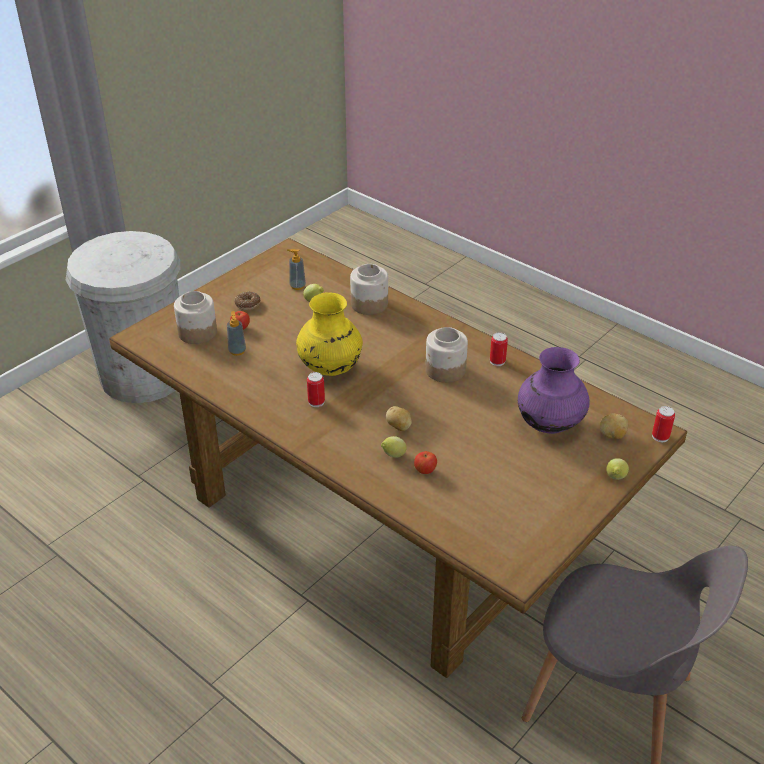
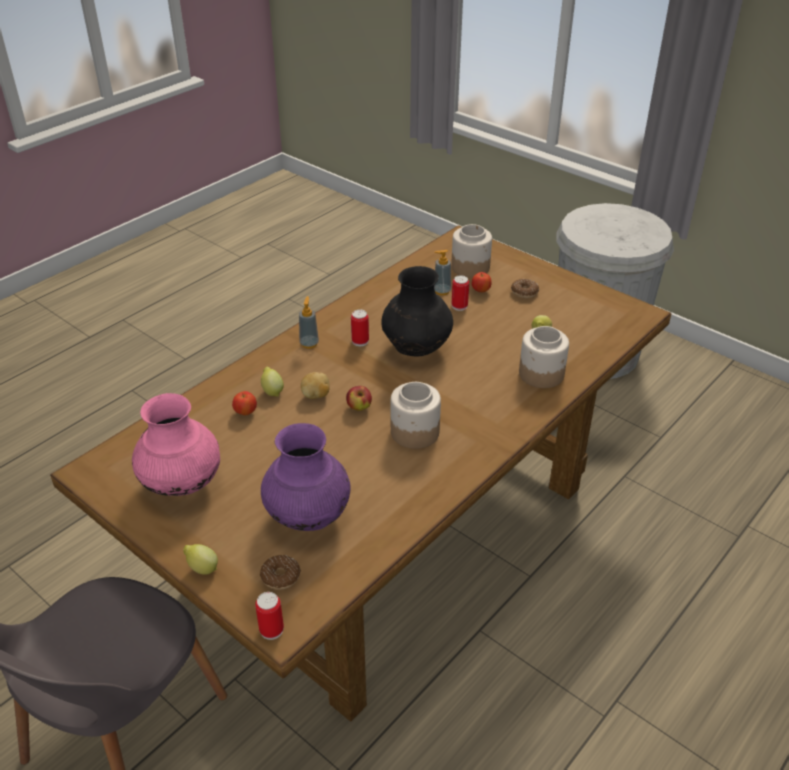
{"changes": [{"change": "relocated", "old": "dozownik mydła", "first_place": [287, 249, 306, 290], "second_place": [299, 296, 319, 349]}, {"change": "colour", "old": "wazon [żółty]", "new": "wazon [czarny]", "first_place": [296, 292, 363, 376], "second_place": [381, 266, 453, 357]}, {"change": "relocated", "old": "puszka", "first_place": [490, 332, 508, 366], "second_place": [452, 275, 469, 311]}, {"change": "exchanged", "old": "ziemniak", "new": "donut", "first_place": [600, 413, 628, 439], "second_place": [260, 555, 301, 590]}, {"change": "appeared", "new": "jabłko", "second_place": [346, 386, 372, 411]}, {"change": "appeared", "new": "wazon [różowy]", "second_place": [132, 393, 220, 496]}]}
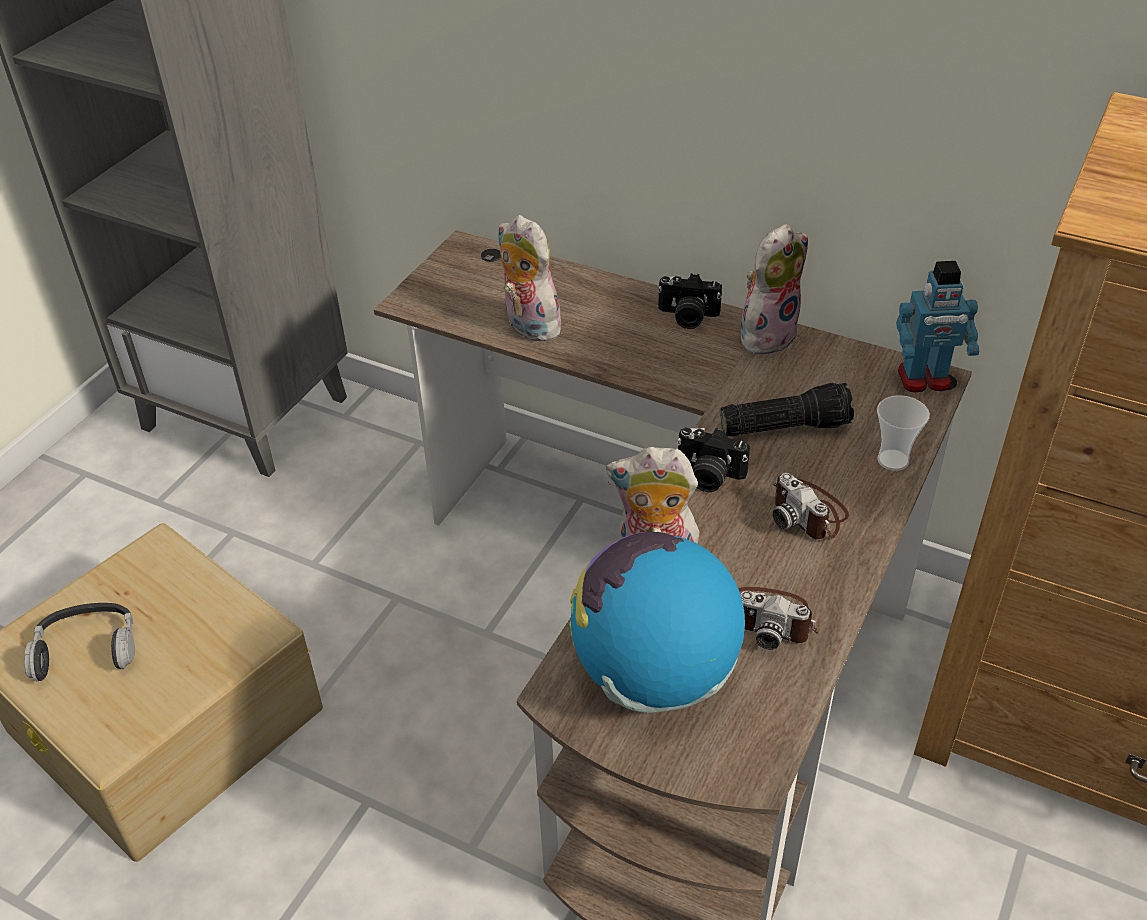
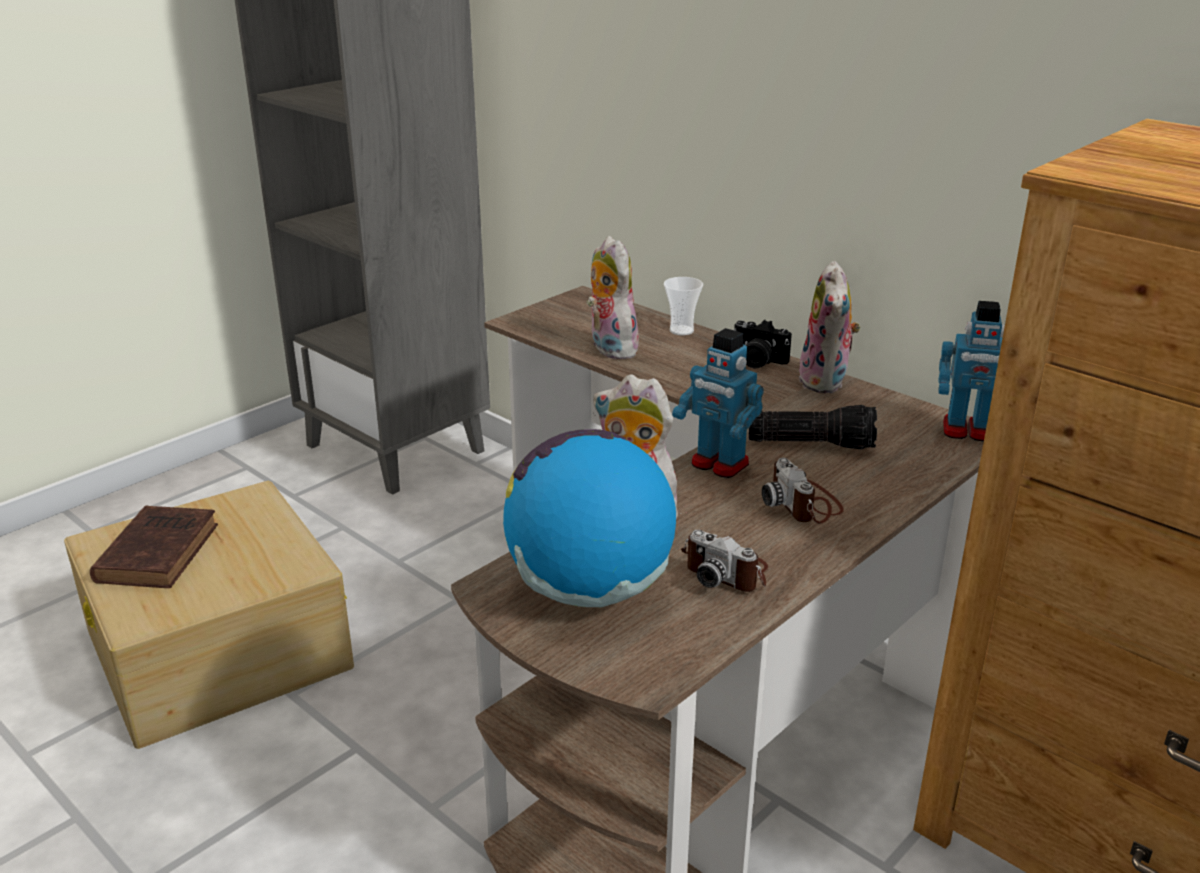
{"changes": [{"change": "spun", "old": "pluszak", "first_place": [740, 224, 808, 354], "second_place": [797, 261, 861, 393], "degrees": 120}, {"change": "relocated", "old": "filiżanka", "first_place": [877, 395, 930, 471], "second_place": [664, 277, 703, 335]}, {"change": "exchanged", "old": "aparat fotograficzny", "new": "robot zabawkowy", "first_place": [676, 427, 750, 492], "second_place": [672, 328, 764, 478]}, {"change": "exchanged", "old": "słuchawki", "new": "książka [brązowy]", "first_place": [24, 603, 135, 681], "second_place": [90, 505, 218, 588]}]}
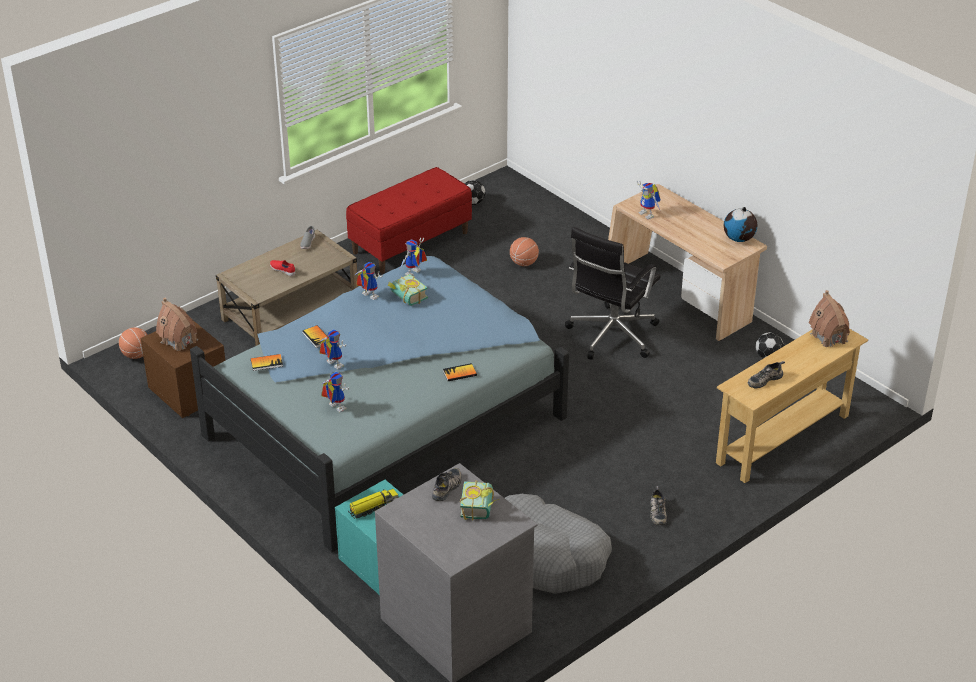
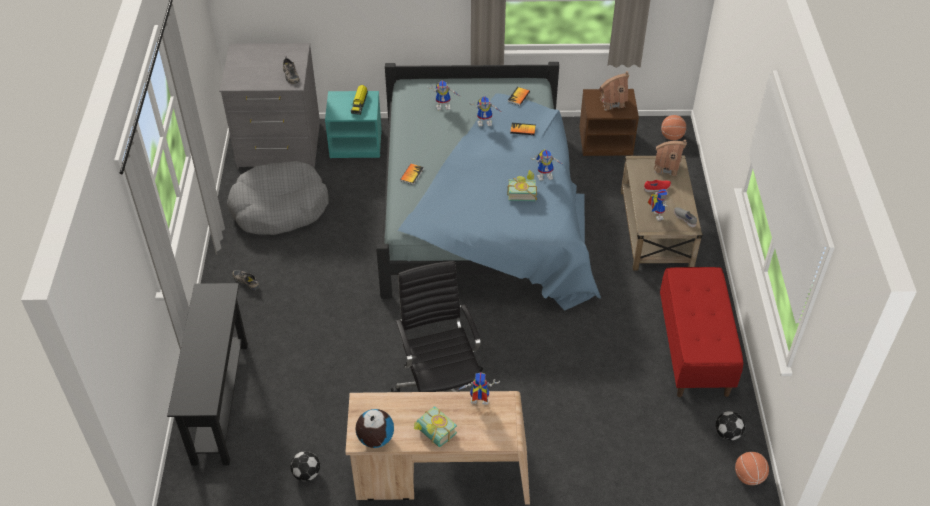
{"changes": [{"change": "relocated", "old": "piłka do koszykówki", "first_place": [510, 237, 539, 266], "second_place": [735, 452, 769, 485]}, {"change": "relocated", "old": "robot zabawkowy", "first_place": [399, 238, 427, 276], "second_place": [648, 189, 668, 221]}, {"change": "relocated", "old": "domek", "first_place": [809, 290, 850, 347], "second_place": [654, 140, 687, 176]}, {"change": "colour", "old": "stolik konsolowy [beżowy]", "new": "stolik konsolowy [czarny]", "first_place": [716, 328, 868, 483], "second_place": [167, 283, 248, 466]}, {"change": "missing", "old": "but", "first_place": [748, 361, 785, 389]}, {"change": "relocated", "old": "książka", "first_place": [460, 480, 498, 520], "second_place": [414, 406, 457, 447]}]}
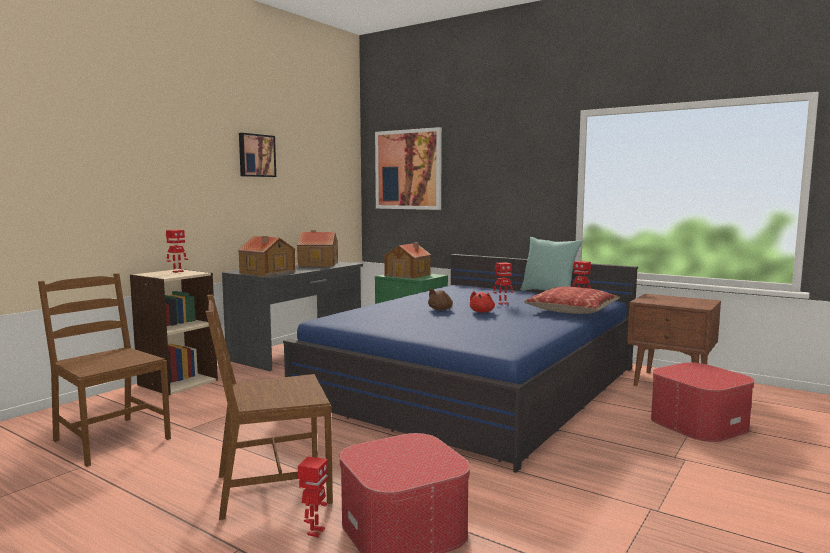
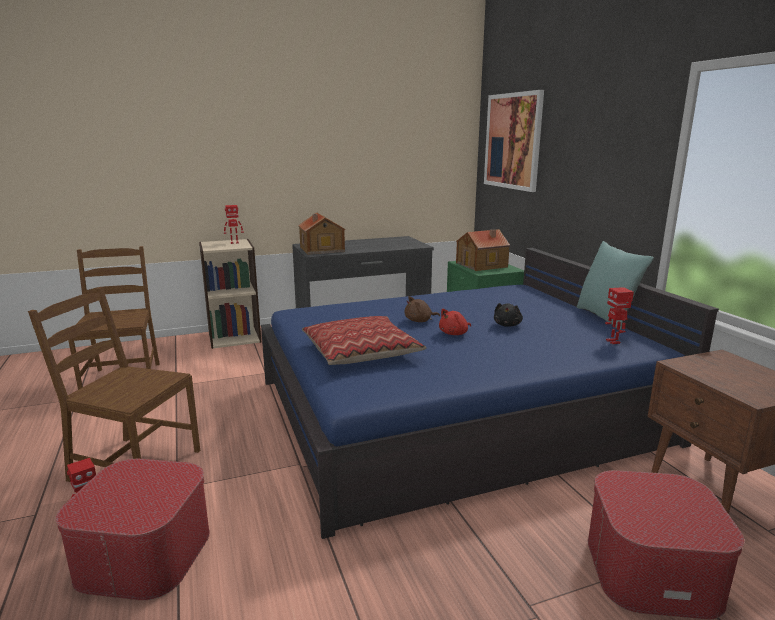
{"changes": [{"change": "missing", "old": "obraz", "first_place": [239, 133, 276, 177]}, {"change": "missing", "old": "domek", "first_place": [297, 230, 338, 266]}, {"change": "exchanged", "old": "robot zabawkowy", "new": "pluszak [czarny]", "first_place": [493, 262, 514, 305], "second_place": [494, 303, 523, 327]}, {"change": "relocated", "old": "poduszka", "first_place": [524, 287, 620, 314], "second_place": [302, 316, 427, 365]}]}
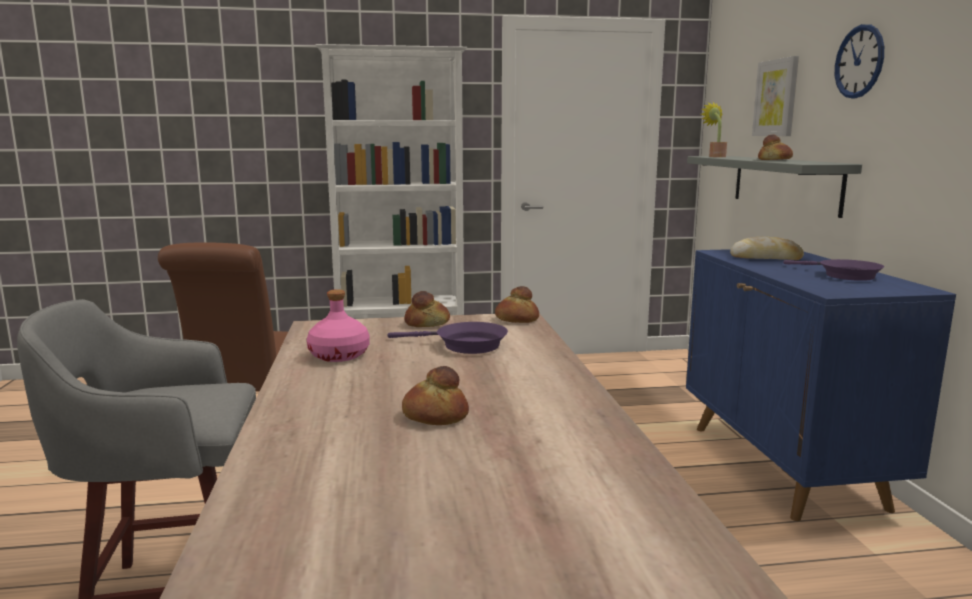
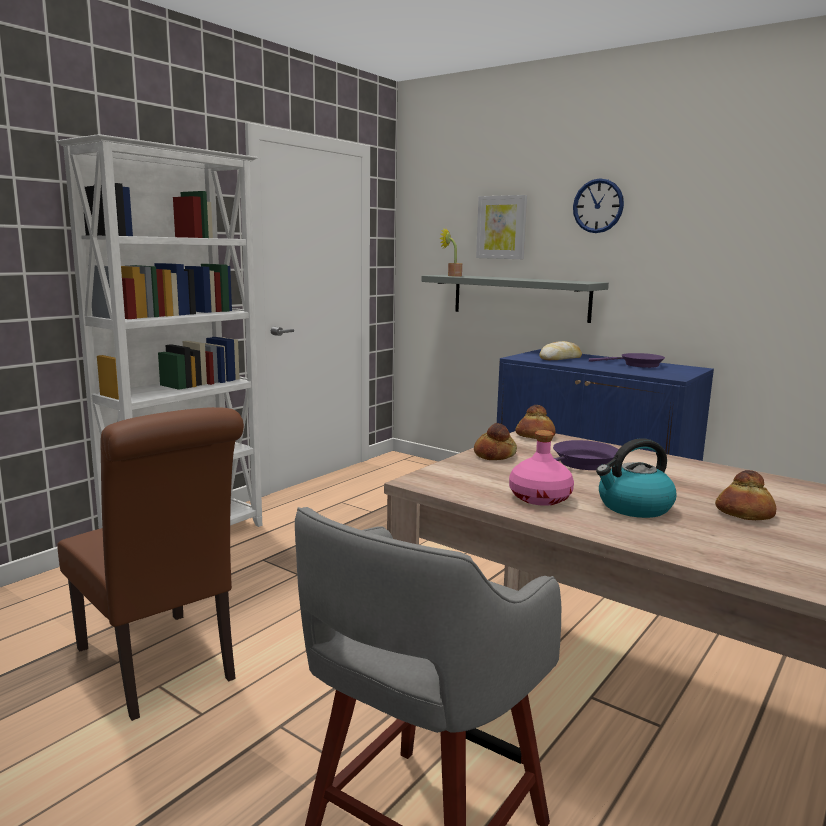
{"changes": [{"change": "missing", "old": "chleb", "first_place": [758, 135, 793, 160]}, {"change": "appeared", "new": "czajnik", "second_place": [596, 438, 676, 518]}]}
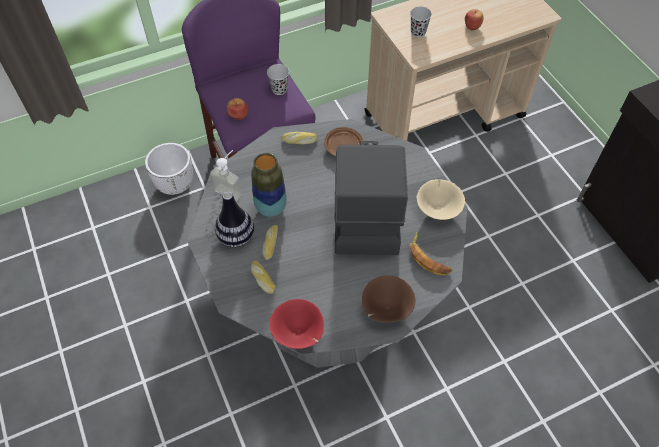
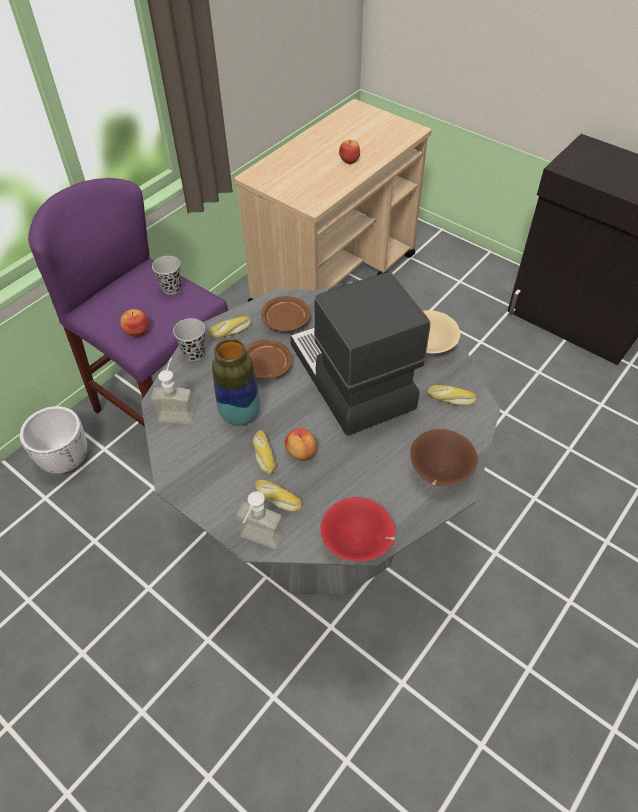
{"changes": [{"change": "relocated", "old": "filiżanka [czarny]", "first_place": [410, 6, 432, 37], "second_place": [173, 318, 205, 361]}, {"change": "missing", "old": "wazon", "first_place": [215, 191, 254, 247]}, {"change": "exchanged", "old": "banan", "new": "chleb", "first_place": [410, 232, 453, 275], "second_place": [427, 385, 477, 406]}, {"change": "appeared", "new": "talerz [brązowy]", "second_place": [246, 340, 292, 379]}, {"change": "appeared", "new": "jabłko", "second_place": [285, 428, 317, 460]}, {"change": "appeared", "new": "dozownik mydła", "second_place": [236, 491, 284, 550]}]}
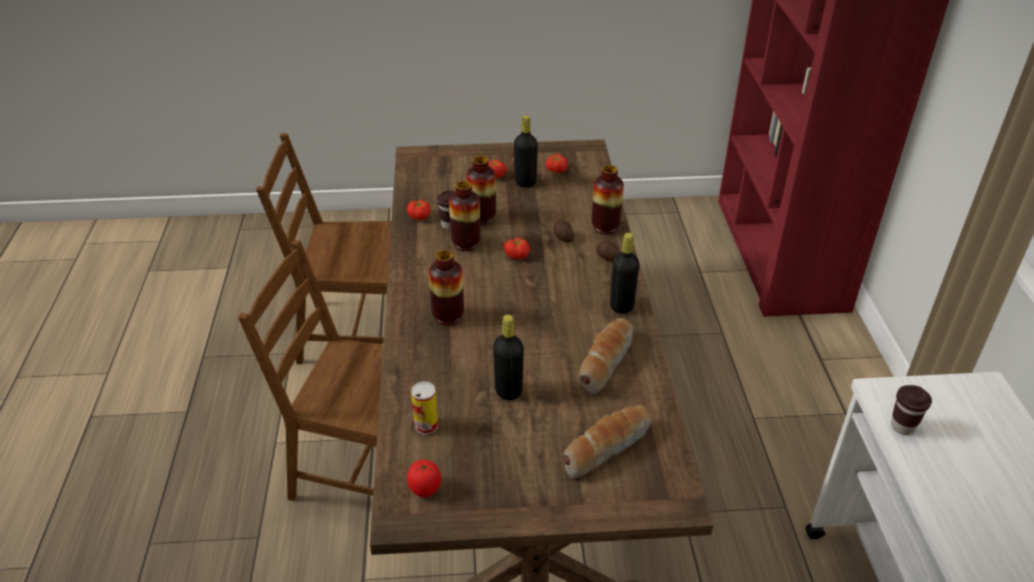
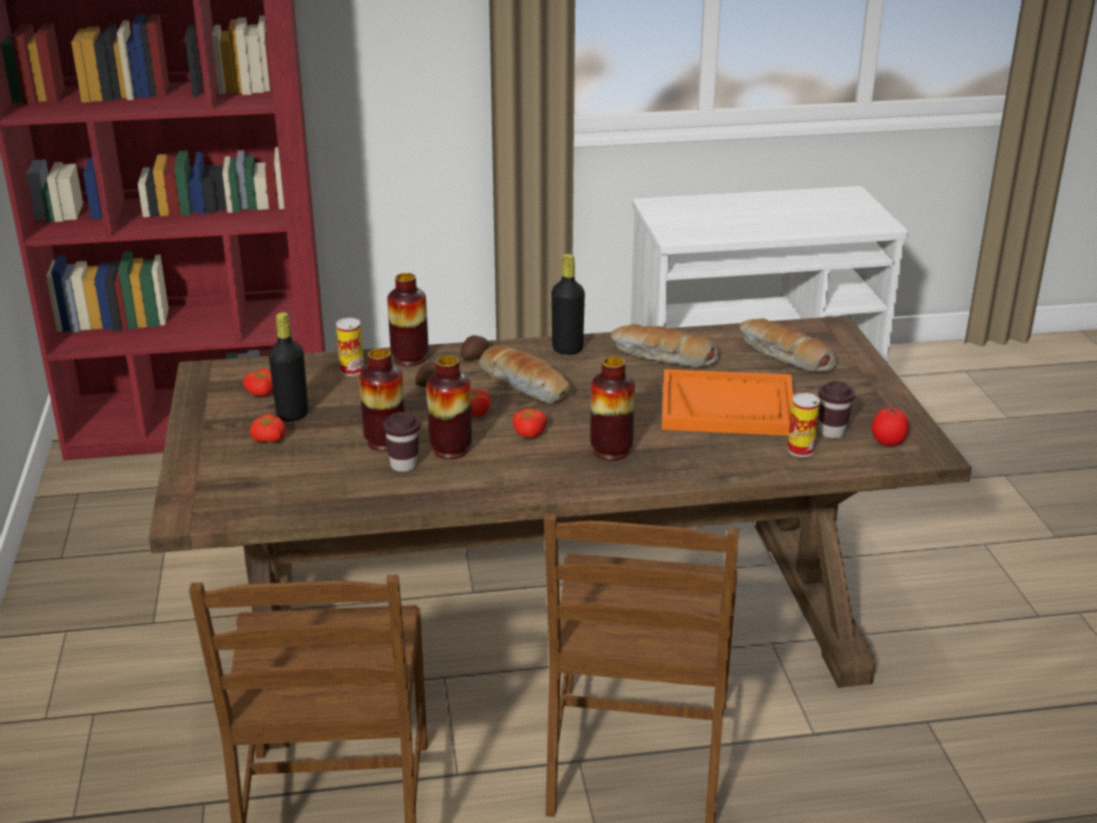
{"changes": [{"change": "relocated", "old": "pomidor", "first_place": [407, 200, 431, 220], "second_place": [513, 409, 547, 438]}, {"change": "exchanged", "old": "butelka [czarny]", "new": "taca [pomarańczowy]", "first_place": [493, 315, 524, 400], "second_place": [662, 369, 794, 436]}, {"change": "relocated", "old": "filiżanka [brązowy]", "first_place": [891, 385, 932, 435], "second_place": [818, 381, 855, 439]}, {"change": "appeared", "new": "puszka", "second_place": [336, 318, 364, 376]}, {"change": "appeared", "new": "chleb", "second_place": [479, 345, 570, 403]}]}
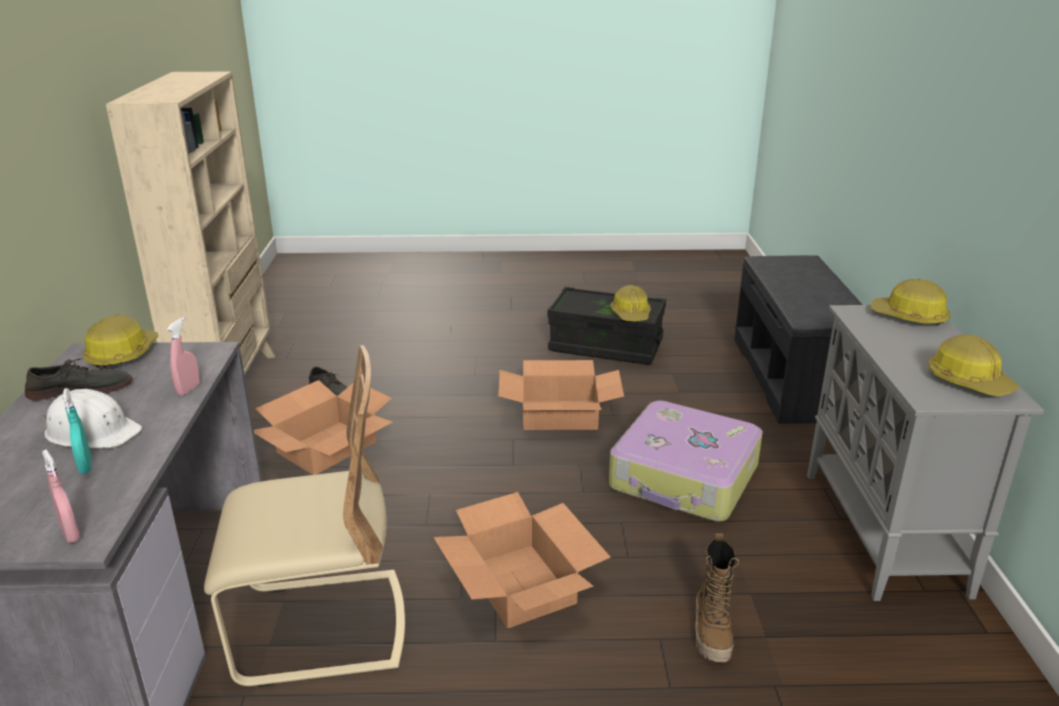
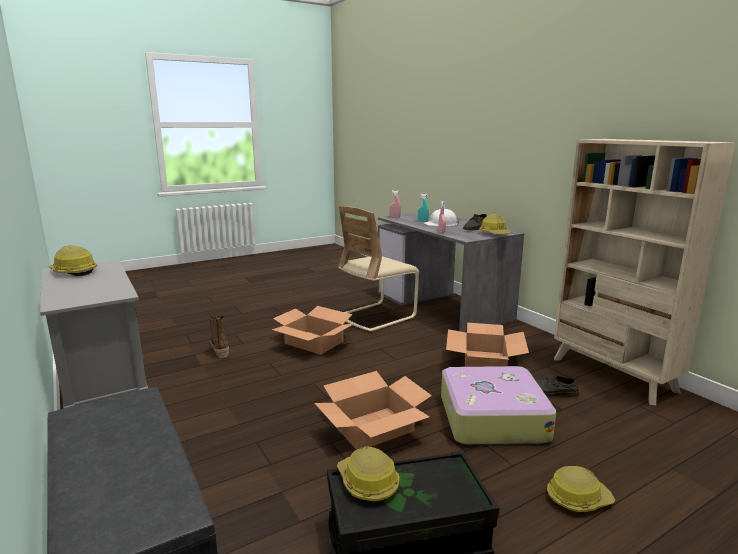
{"changes": [{"change": "relocated", "old": "kask", "first_place": [871, 279, 951, 325], "second_place": [547, 466, 615, 512]}, {"change": "relocated", "old": "walizka", "first_place": [609, 401, 763, 521], "second_place": [441, 366, 556, 444]}]}
